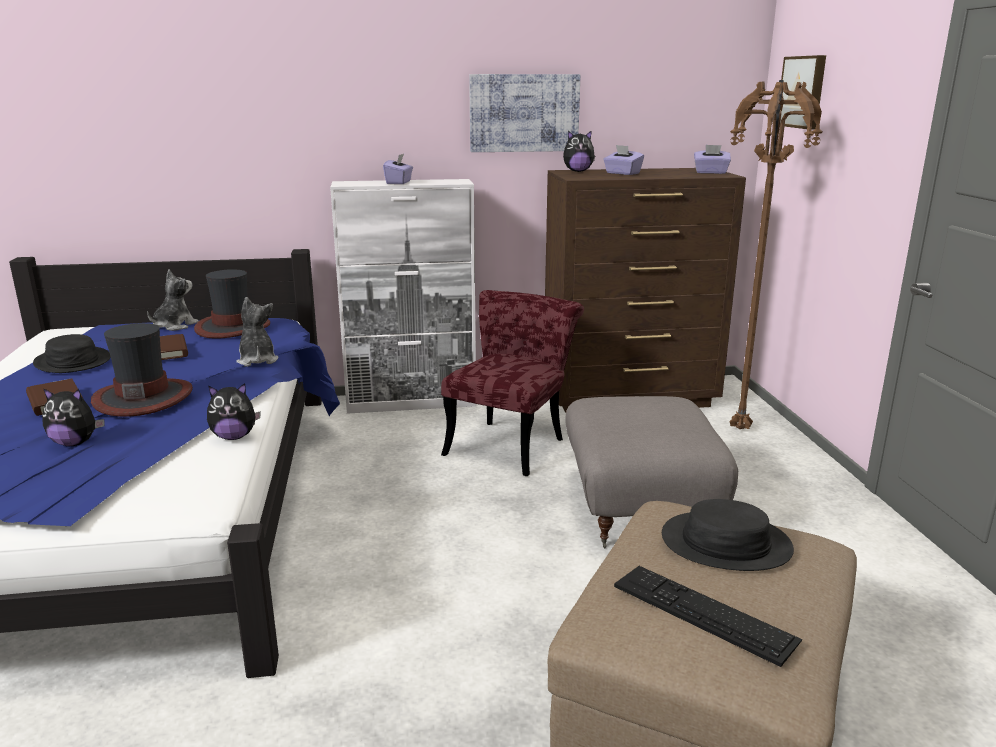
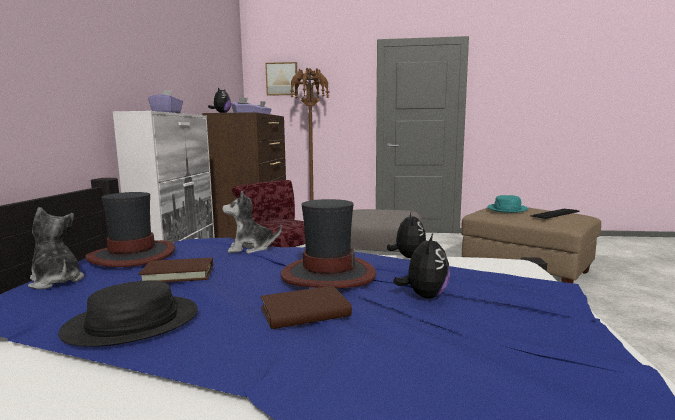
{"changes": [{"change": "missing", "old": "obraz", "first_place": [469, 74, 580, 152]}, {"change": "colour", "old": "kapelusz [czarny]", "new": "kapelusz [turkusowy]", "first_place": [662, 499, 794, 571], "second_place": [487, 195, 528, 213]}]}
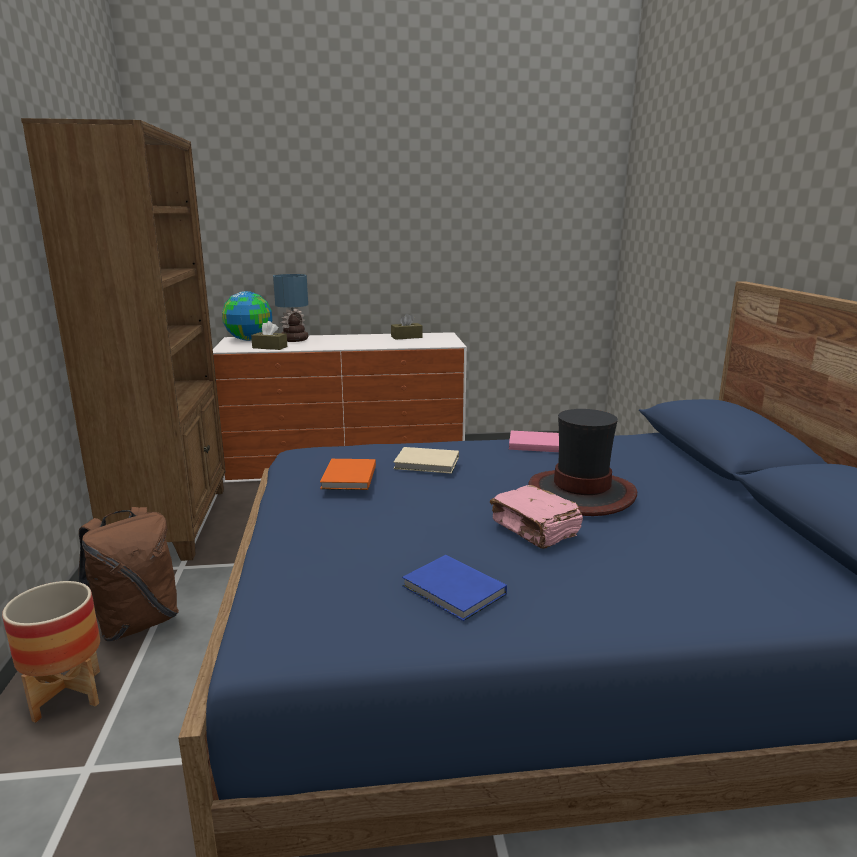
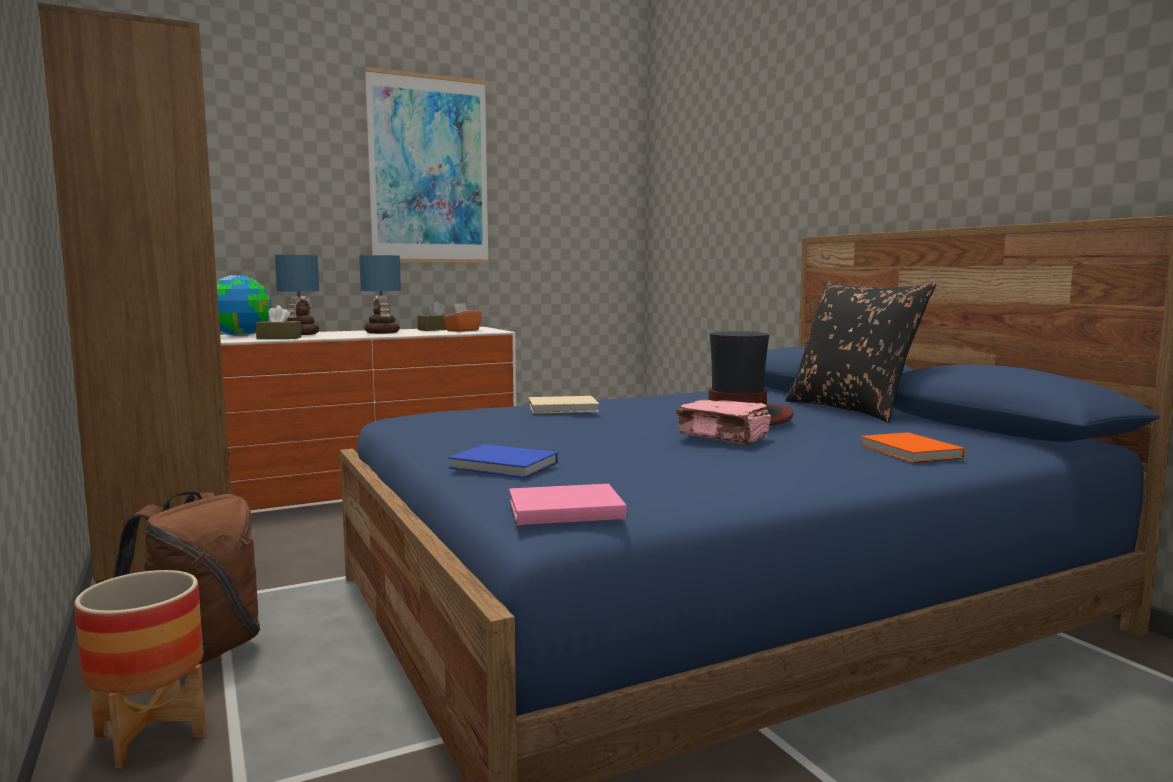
{"changes": [{"change": "relocated", "old": "książka [różowy]", "first_place": [509, 431, 559, 452], "second_place": [509, 484, 626, 525]}, {"change": "relocated", "old": "książka [pomarańczowy]", "first_place": [320, 459, 376, 490], "second_place": [860, 432, 965, 463]}, {"change": "relocated", "old": "książka [niebieski]", "first_place": [402, 555, 507, 621], "second_place": [448, 444, 558, 478]}, {"change": "appeared", "new": "obraz", "second_place": [365, 67, 489, 263]}, {"change": "appeared", "new": "lampa stołowa", "second_place": [359, 255, 401, 334]}, {"change": "appeared", "new": "poduszka [czarny]", "second_place": [785, 281, 936, 423]}, {"change": "appeared", "new": "pudełko chusteczek [pomarańczowy]", "second_place": [443, 303, 482, 332]}]}
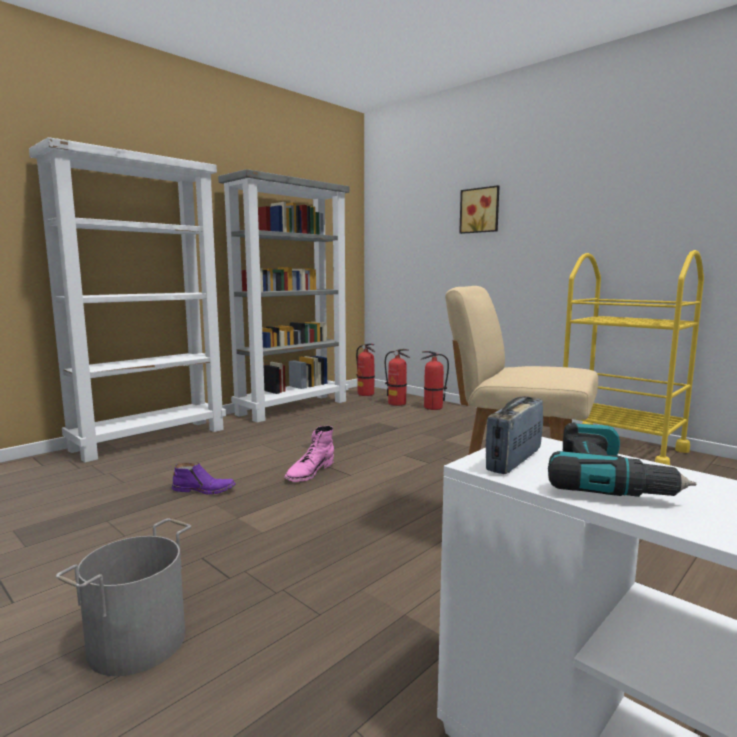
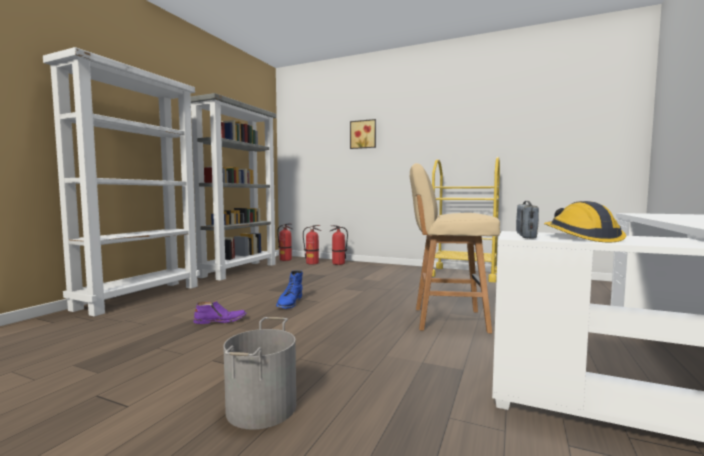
{"changes": [{"change": "exchanged", "old": "wiertarka", "new": "kask", "first_place": [548, 422, 696, 497], "second_place": [544, 201, 626, 243]}, {"change": "colour", "old": "but z cholewką [różowy]", "new": "but z cholewką [niebieski]", "first_place": [284, 426, 334, 482], "second_place": [276, 270, 303, 309]}]}
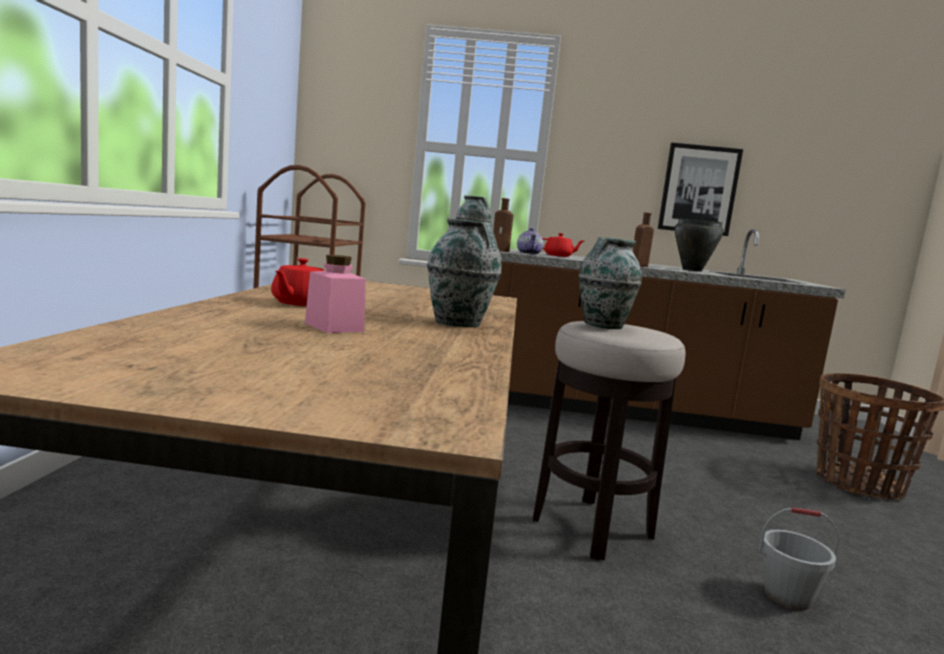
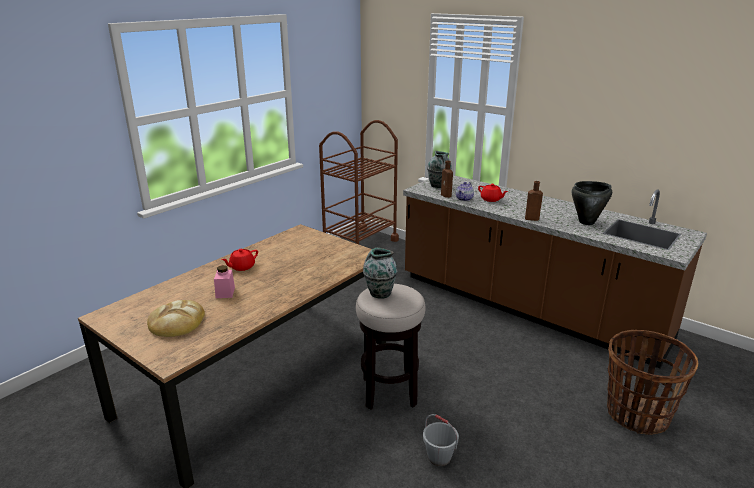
{"changes": [{"change": "missing", "old": "obraz", "first_place": [658, 143, 743, 236]}, {"change": "missing", "old": "wazon", "first_place": [427, 218, 502, 327]}, {"change": "appeared", "new": "chleb", "second_place": [147, 300, 205, 337]}]}
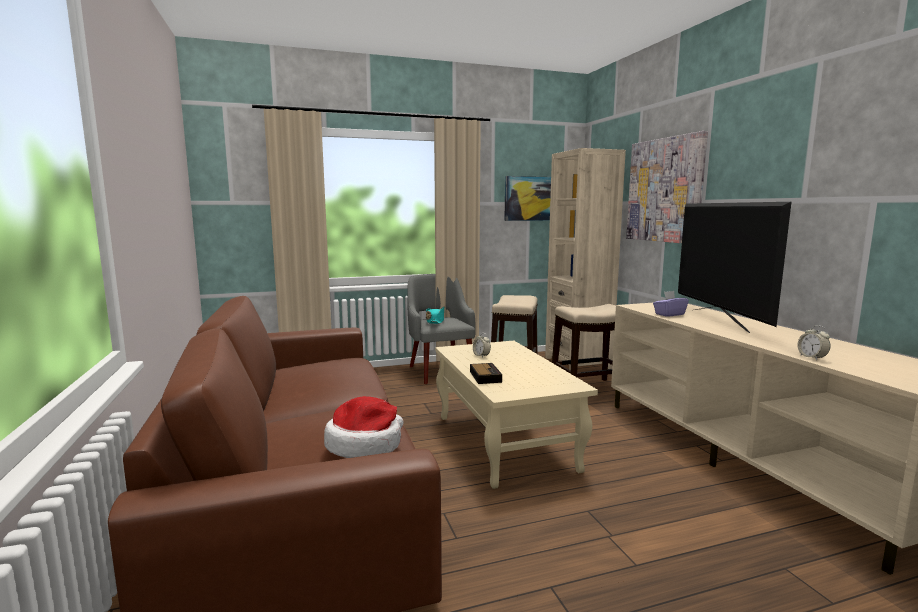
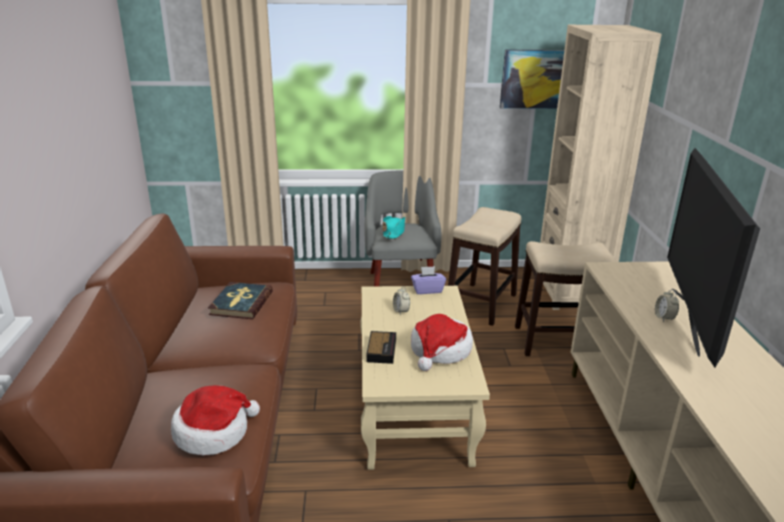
{"changes": [{"change": "missing", "old": "obraz", "first_place": [626, 131, 708, 243]}, {"change": "relocated", "old": "pudełko chusteczek [fioletowy]", "first_place": [653, 291, 689, 317], "second_place": [411, 266, 446, 294]}, {"change": "relocated", "old": "budzik", "first_place": [797, 325, 830, 360], "second_place": [655, 289, 679, 322]}, {"change": "appeared", "new": "książka", "second_place": [208, 282, 273, 319]}, {"change": "appeared", "new": "kapelusz", "second_place": [411, 314, 473, 371]}]}
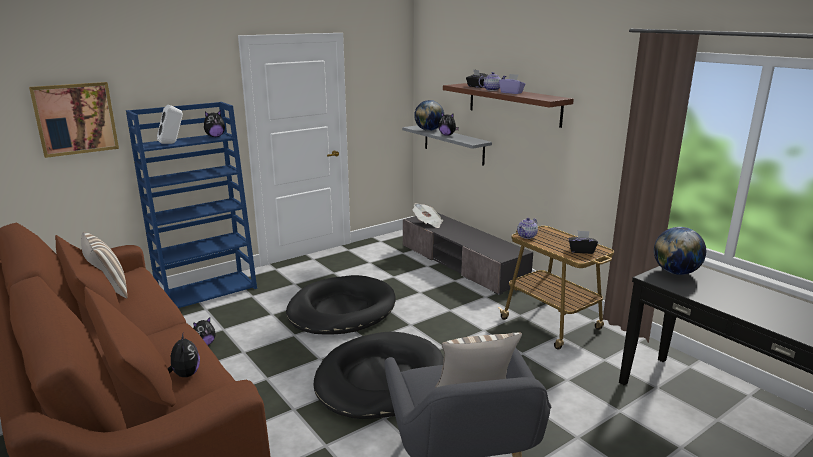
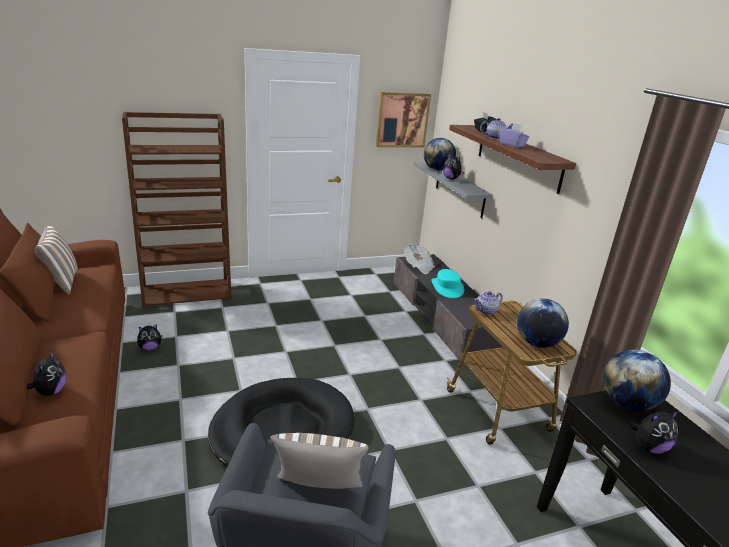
{"changes": [{"change": "relocated", "old": "obraz", "first_place": [29, 82, 119, 158], "second_place": [376, 92, 431, 147]}, {"change": "colour", "old": "regał [niebieski]", "new": "regał [brązowy]", "first_place": [126, 102, 257, 308], "second_place": [122, 112, 232, 308]}, {"change": "missing", "old": "głośnik [biały]", "first_place": [157, 105, 183, 144]}, {"change": "relocated", "old": "pluszak", "first_place": [204, 110, 225, 137], "second_place": [629, 411, 679, 454]}, {"change": "exchanged", "old": "pudełko chusteczek [czarny]", "new": "globus", "first_place": [568, 231, 598, 254], "second_place": [517, 298, 569, 348]}, {"change": "missing", "old": "legowisko [czarny]", "first_place": [286, 275, 396, 335]}, {"change": "appeared", "new": "kapelusz [turkusowy]", "second_place": [431, 269, 464, 298]}]}
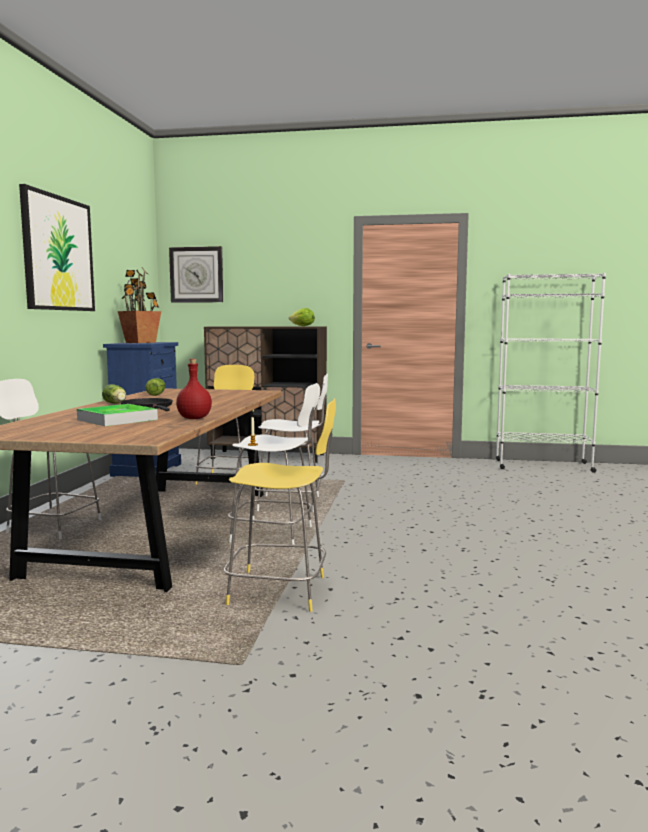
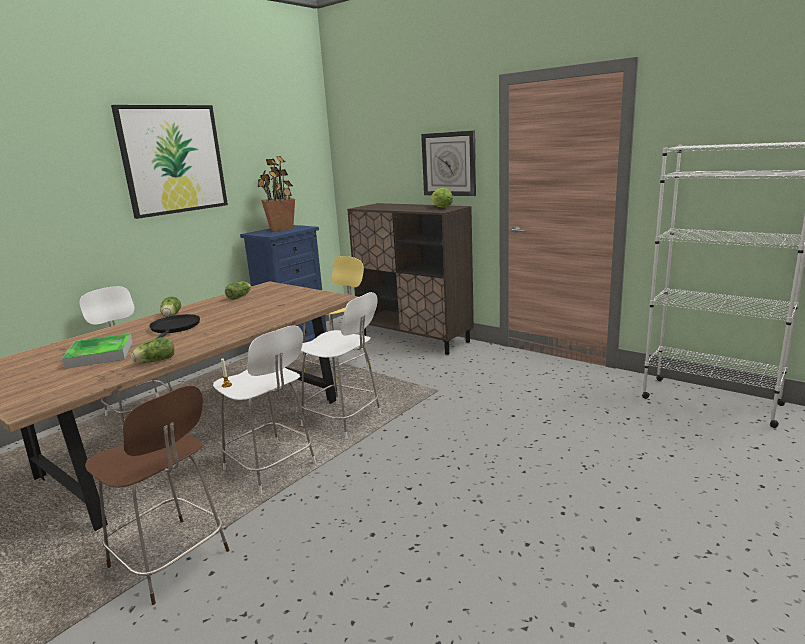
{"changes": [{"change": "relocated", "old": "zegar ścienny", "first_place": [169, 246, 223, 303], "second_place": [421, 131, 476, 196]}, {"change": "exchanged", "old": "butelka [czerwony]", "new": "sałata", "first_place": [176, 359, 212, 419], "second_place": [130, 337, 174, 363]}, {"change": "colour", "old": "stołek [żółty]", "new": "stołek [brązowy]", "first_place": [224, 399, 336, 612], "second_place": [85, 386, 229, 605]}]}
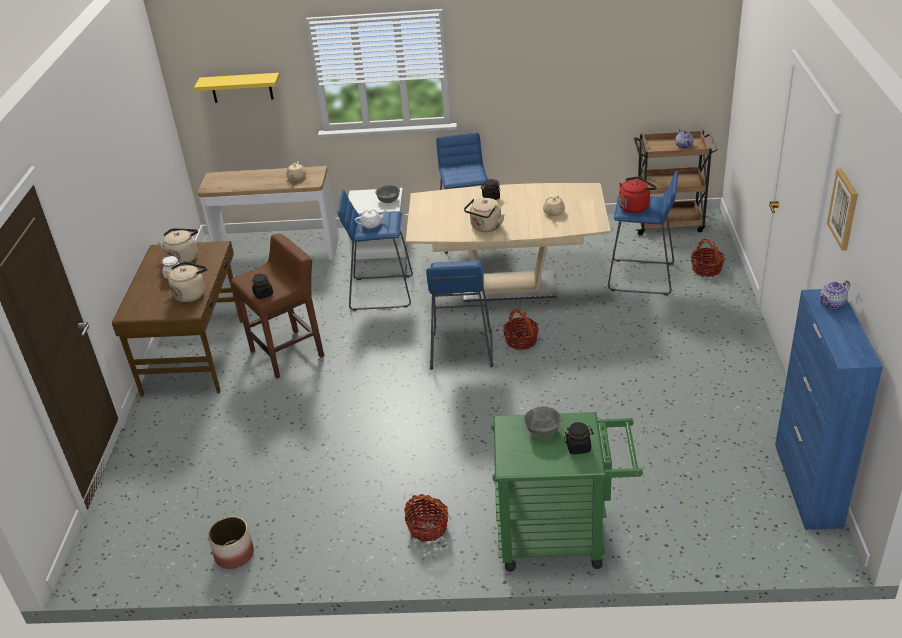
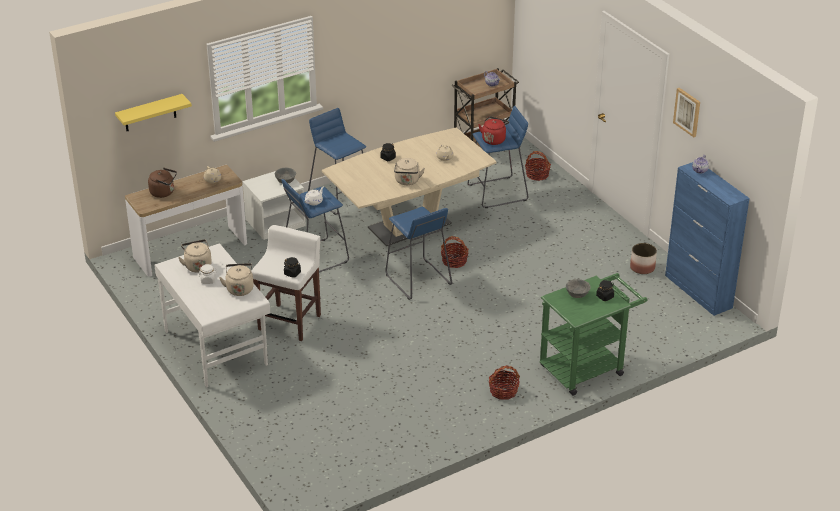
{"changes": [{"change": "colour", "old": "stołek [brązowy]", "new": "stołek [biały]", "first_place": [231, 234, 324, 378], "second_place": [251, 225, 321, 341]}, {"change": "colour", "old": "biurko [brązowy]", "new": "biurko [biały]", "first_place": [112, 241, 243, 397], "second_place": [154, 243, 270, 388]}, {"change": "relocated", "old": "donica", "first_place": [208, 516, 254, 569], "second_place": [630, 243, 657, 274]}, {"change": "appeared", "new": "czajnik [brązowy]", "second_place": [148, 168, 177, 198]}]}
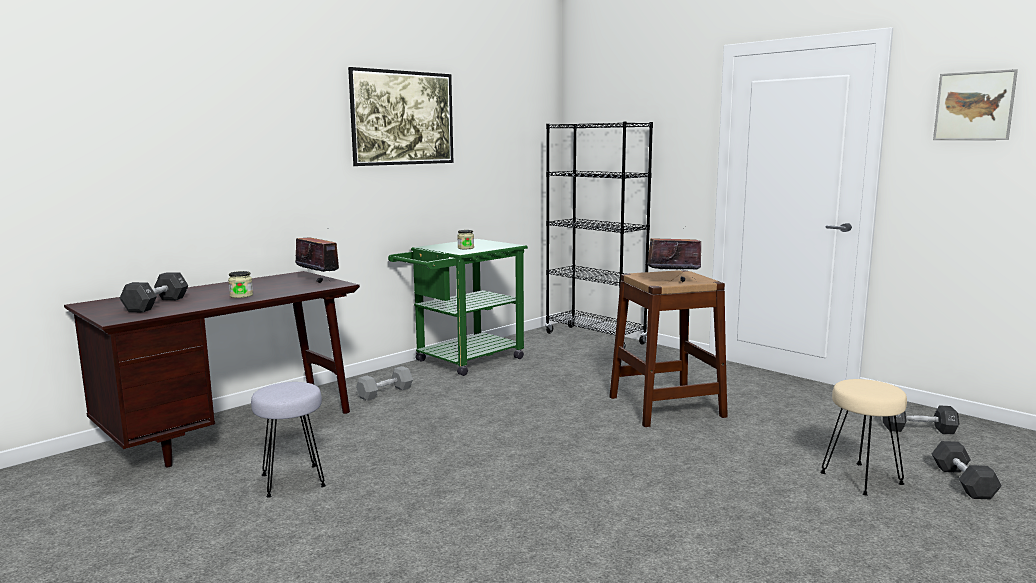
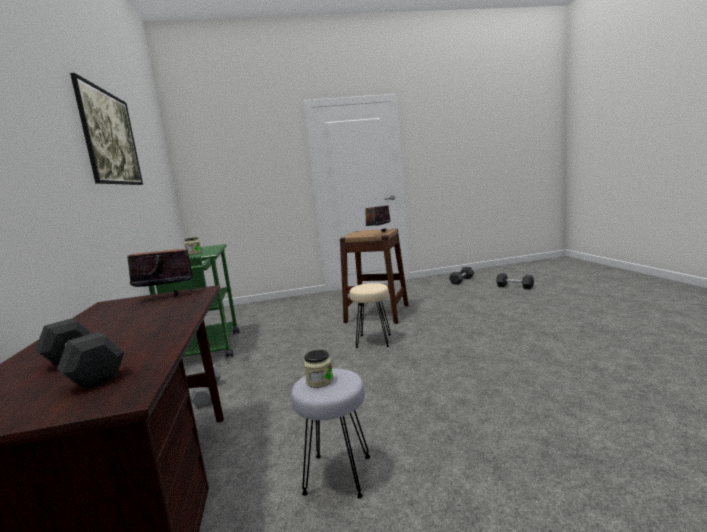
{"changes": [{"change": "missing", "old": "obraz", "first_place": [933, 69, 1018, 140]}, {"change": "missing", "old": "regał [czarny]", "first_place": [545, 122, 653, 349]}, {"change": "relocated", "old": "słoik", "first_place": [228, 271, 253, 298], "second_place": [304, 350, 333, 388]}, {"change": "relocated", "old": "stołek [beżowy]", "first_place": [821, 379, 907, 496], "second_place": [349, 283, 391, 348]}]}
